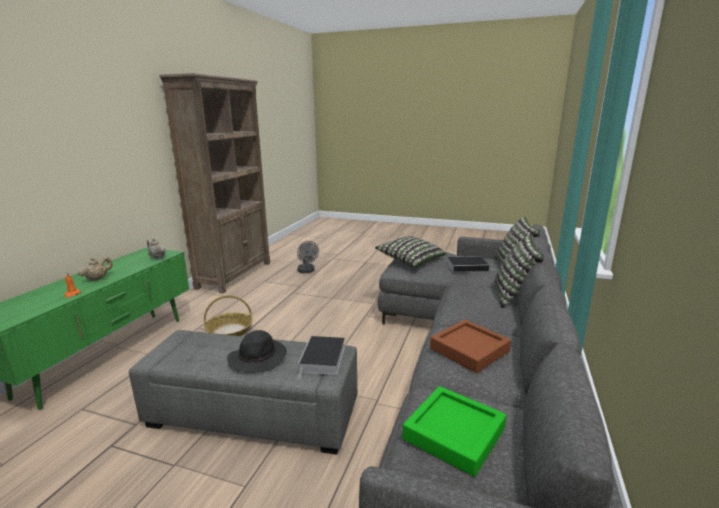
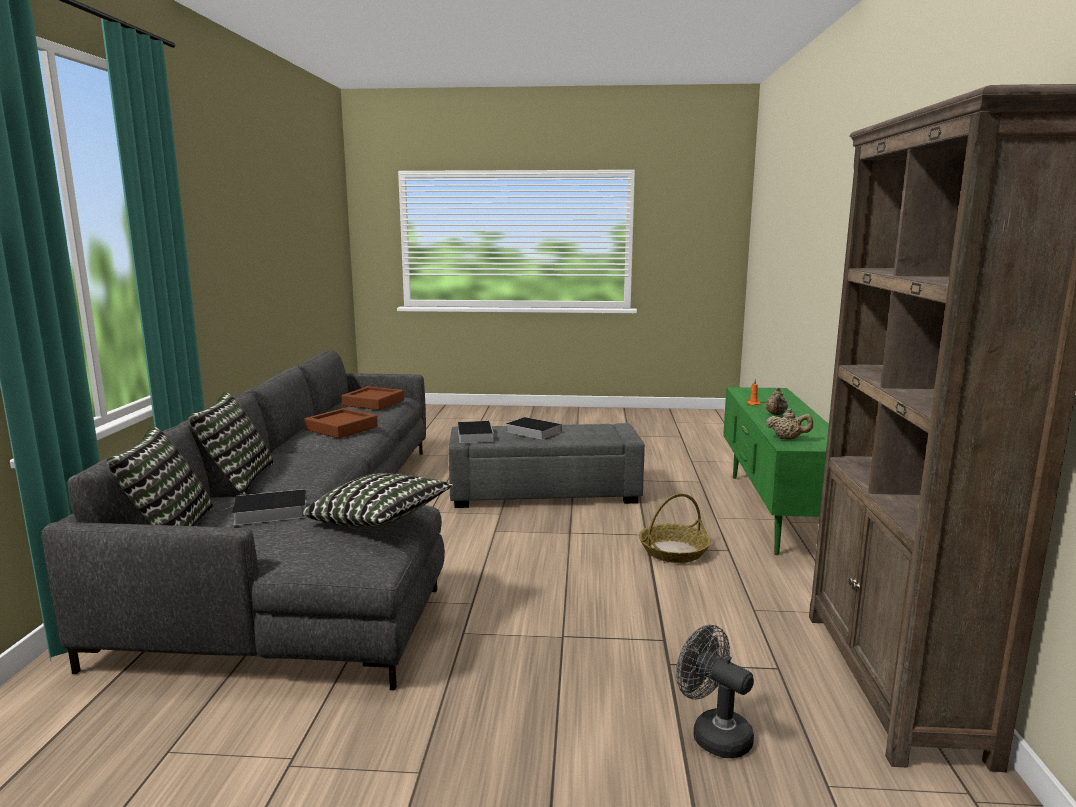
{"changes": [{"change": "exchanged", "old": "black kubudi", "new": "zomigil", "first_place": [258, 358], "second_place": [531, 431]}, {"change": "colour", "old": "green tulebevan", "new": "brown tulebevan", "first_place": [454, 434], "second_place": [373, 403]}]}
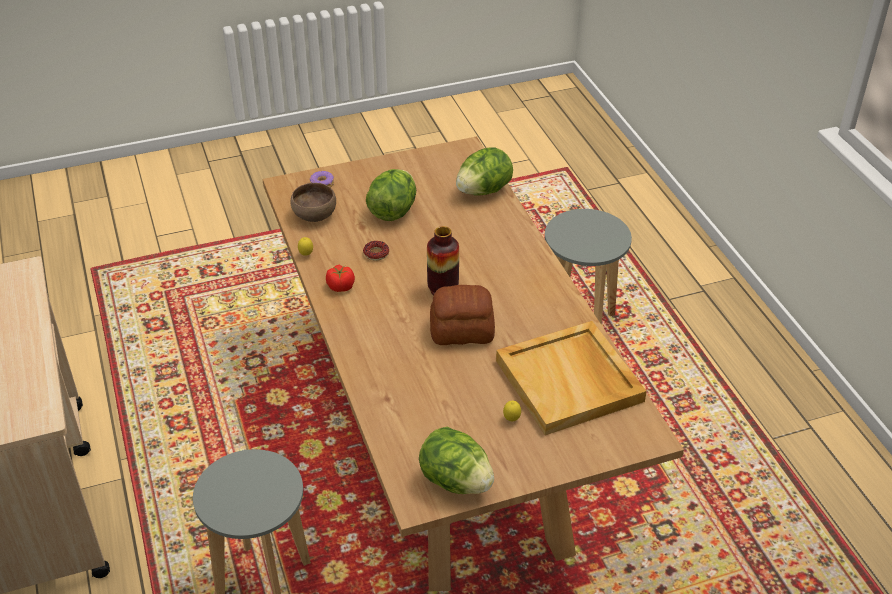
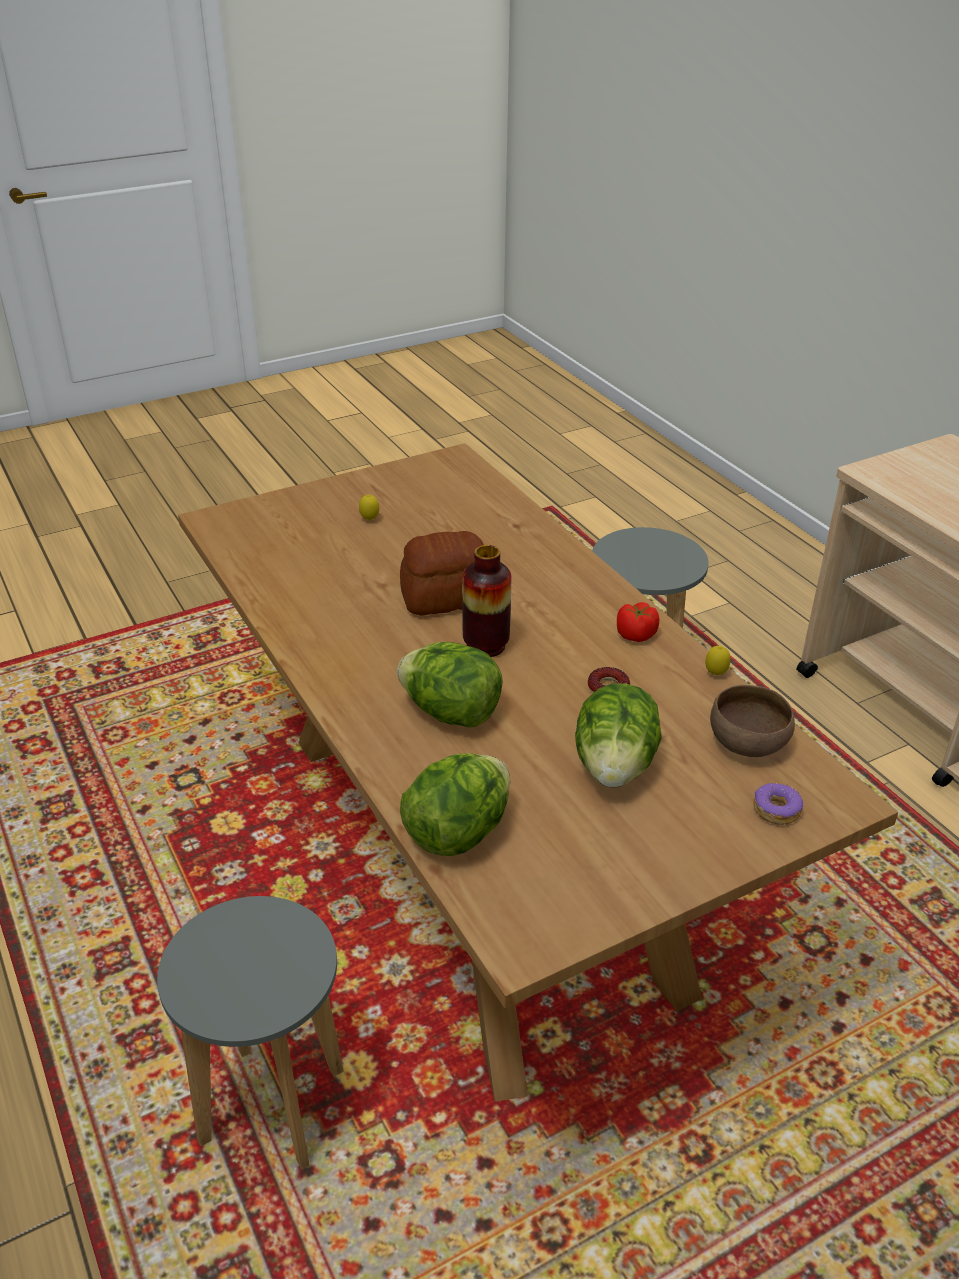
{"changes": [{"change": "missing", "old": "beige tulebevan", "first_place": [570, 381]}, {"change": "relocated", "old": "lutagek", "first_place": [455, 481], "second_place": [451, 713]}]}
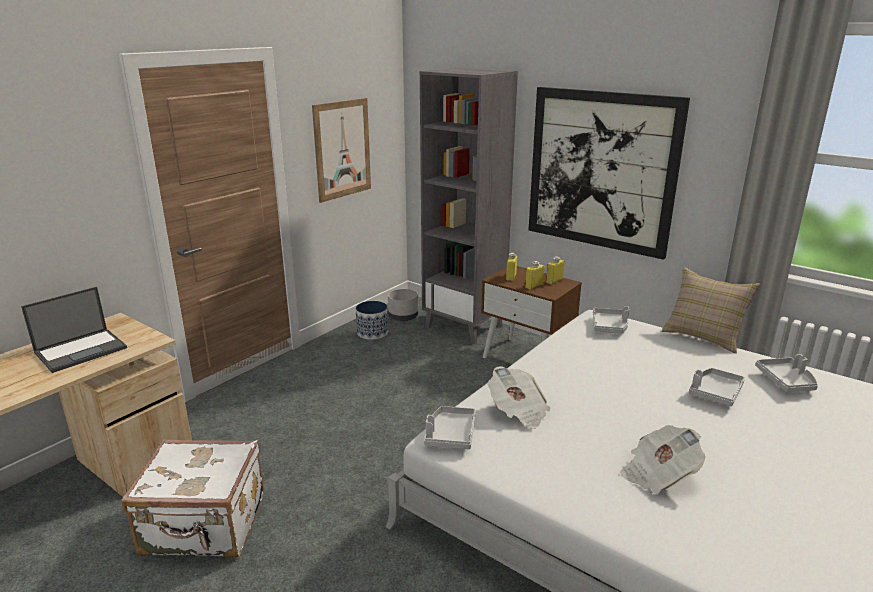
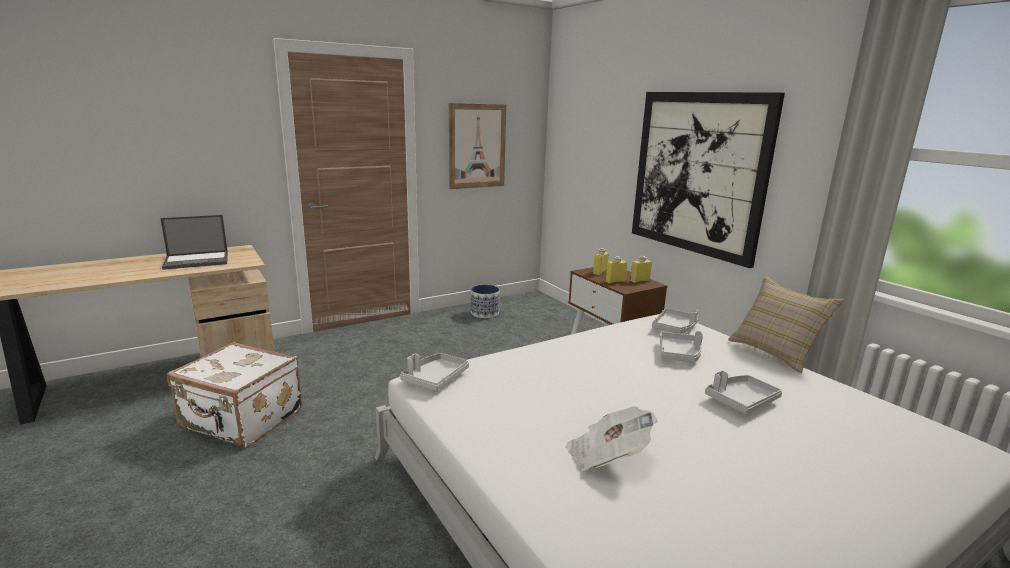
{"changes": [{"change": "missing", "old": "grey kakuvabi", "first_place": [464, 326]}, {"change": "missing", "old": "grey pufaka", "first_place": [403, 316]}, {"change": "relocated", "old": "grey tulebevan", "first_place": [786, 381], "second_place": [679, 354]}, {"change": "missing", "old": "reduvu", "first_place": [518, 411]}]}
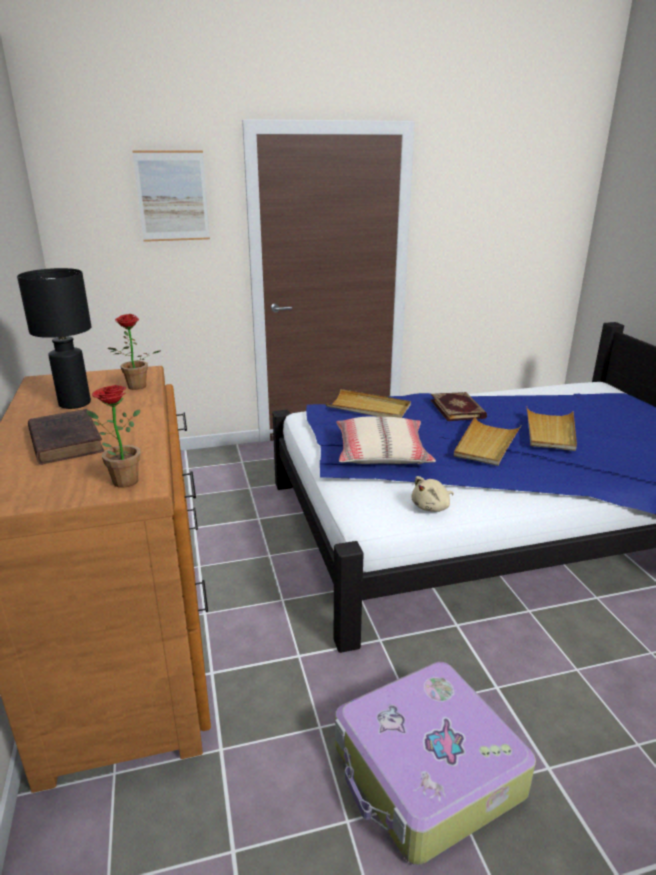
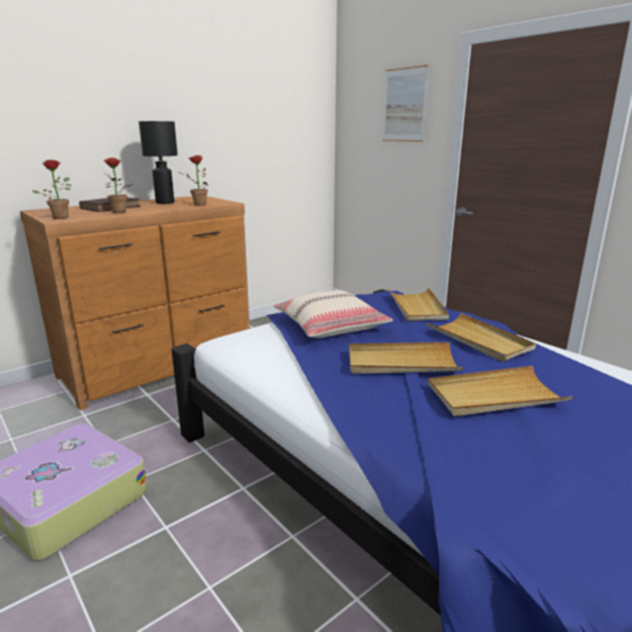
{"changes": [{"change": "exchanged", "old": "zomigil", "new": "beige tulebevan", "first_place": [458, 409], "second_place": [479, 340]}, {"change": "missing", "old": "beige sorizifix", "first_place": [432, 507]}, {"change": "appeared", "new": "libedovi", "second_place": [120, 212]}]}
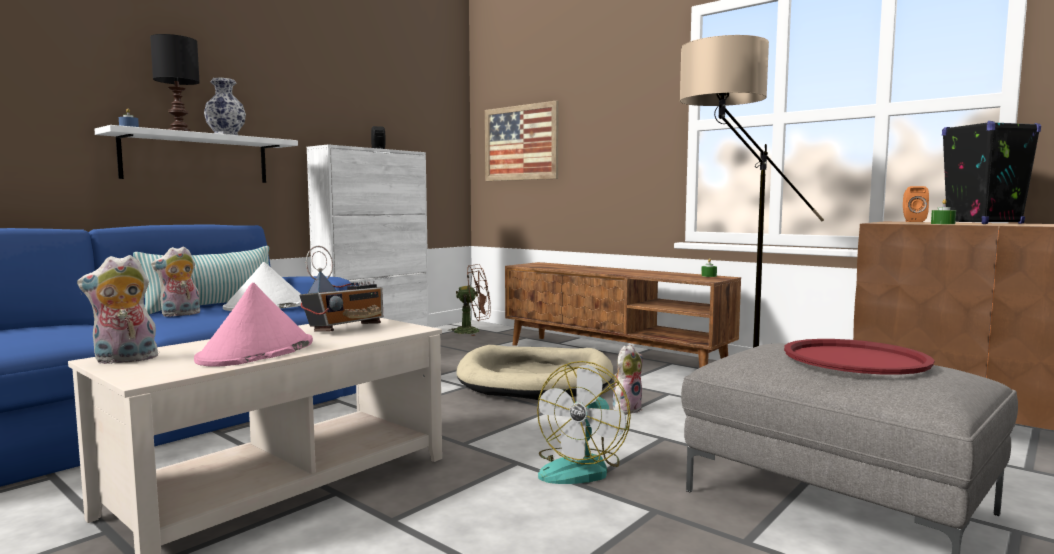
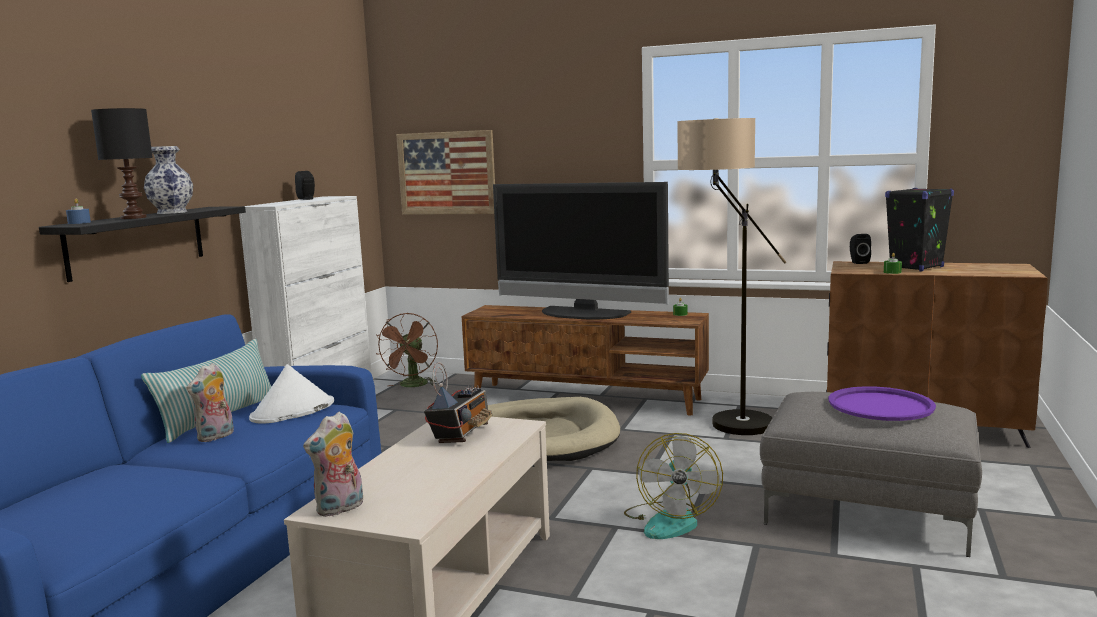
{"changes": [{"change": "colour", "old": "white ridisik", "new": "black ridisik", "first_place": [196, 158], "second_place": [137, 241]}, {"change": "colour", "old": "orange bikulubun", "new": "black bikulubun", "first_place": [912, 221], "second_place": [858, 262]}, {"change": "spun", "old": "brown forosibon", "first_place": [473, 331], "second_place": [412, 386], "degrees": 120}, {"change": "missing", "old": "pink kubudi", "first_place": [257, 352]}, {"change": "colour", "old": "red tulebevan", "new": "purple tulebevan", "first_place": [855, 359], "second_place": [880, 405]}, {"change": "missing", "old": "sorizifix", "first_place": [626, 409]}, {"change": "appeared", "new": "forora", "second_place": [582, 314]}]}
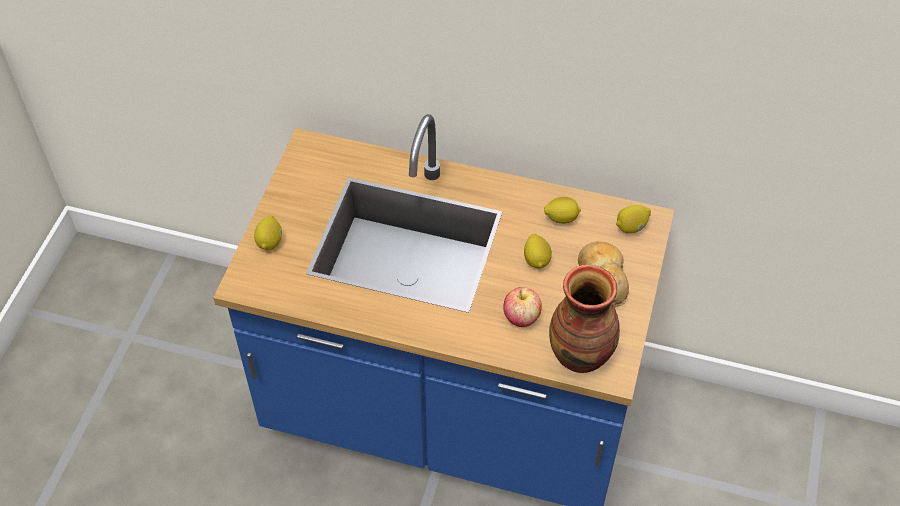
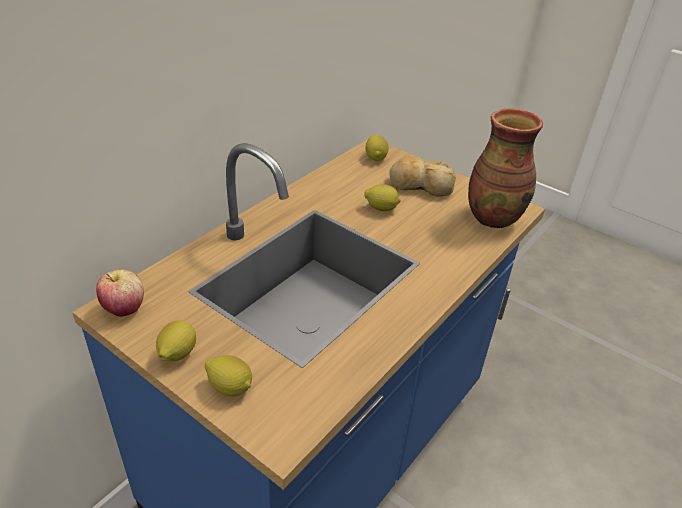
{"changes": [{"change": "relocated", "old": "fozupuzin", "first_place": [561, 218], "second_place": [177, 354]}, {"change": "relocated", "old": "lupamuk", "first_place": [521, 317], "second_place": [124, 308]}]}
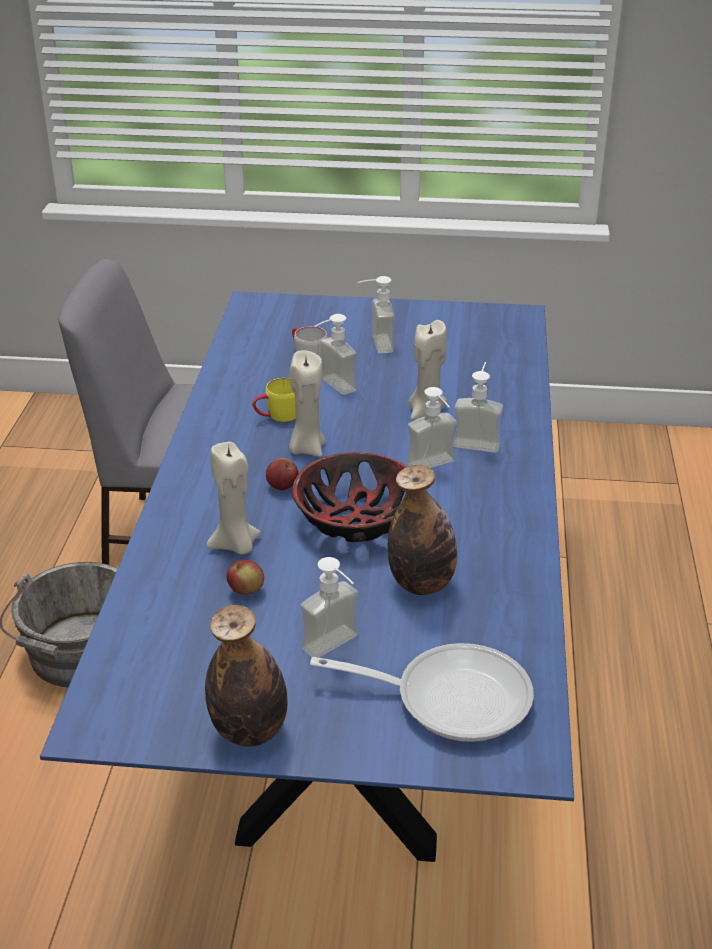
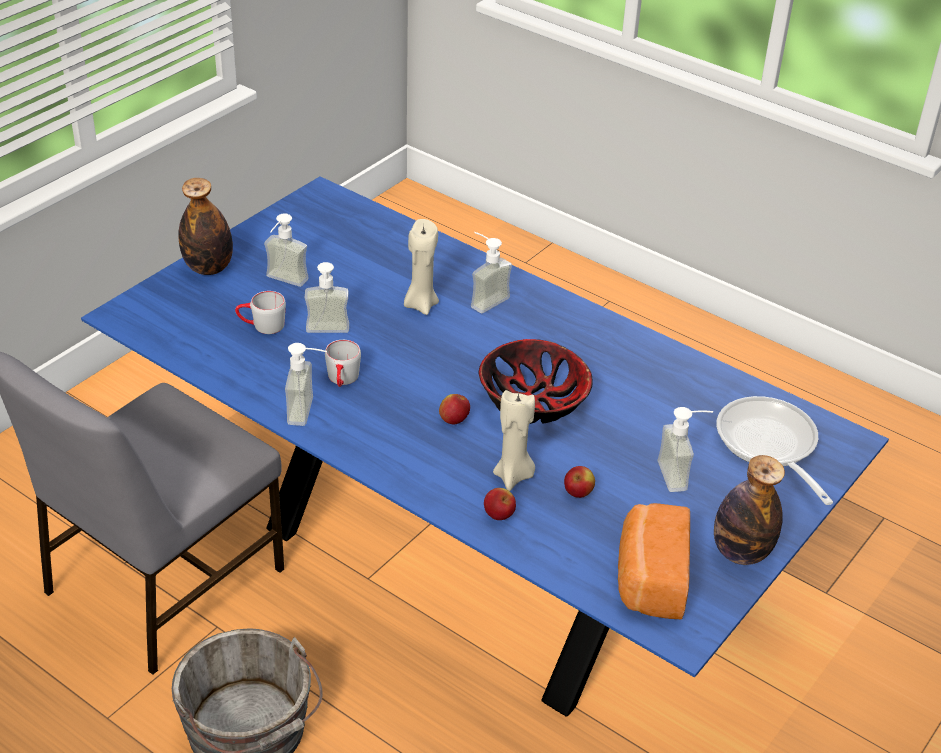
{"changes": [{"change": "missing", "old": "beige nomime", "first_place": [306, 448]}, {"change": "colour", "old": "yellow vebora", "new": "grey vebora", "first_place": [277, 416], "second_place": [342, 380]}, {"change": "relocated", "old": "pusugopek", "first_place": [435, 467], "second_place": [310, 412]}, {"change": "relocated", "old": "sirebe", "first_place": [422, 584], "second_place": [208, 268]}, {"change": "spun", "old": "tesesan", "first_place": [450, 698], "second_place": [769, 446], "degrees": -60}, {"change": "appeared", "new": "lupamuk", "second_place": [499, 515]}, {"change": "appeared", "new": "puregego", "second_place": [649, 579]}]}
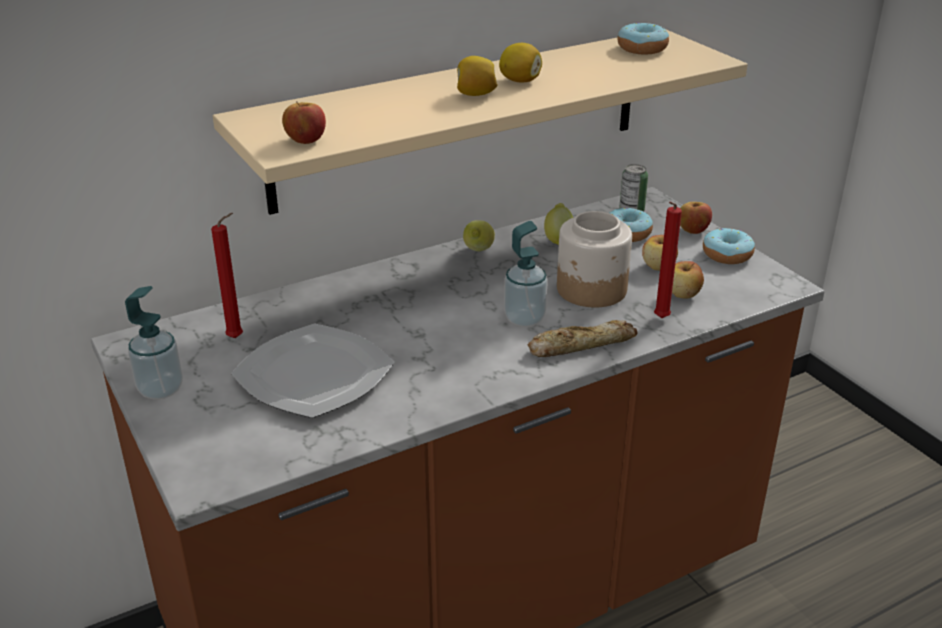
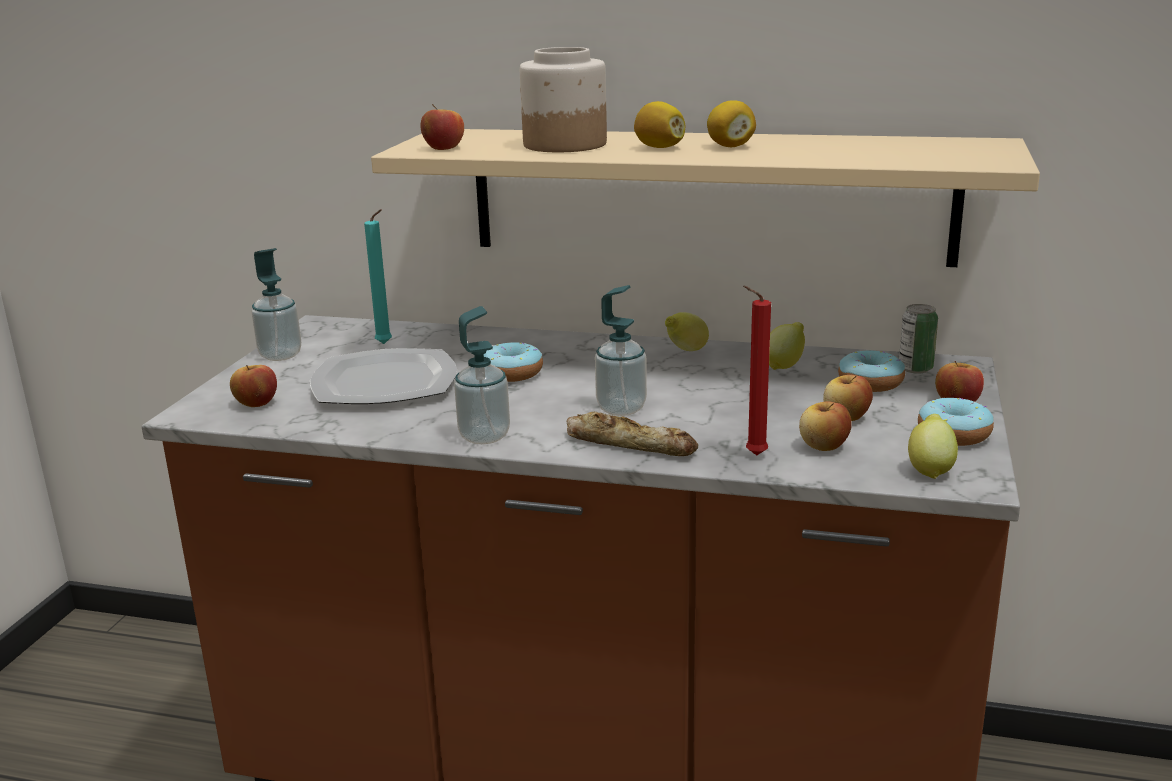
{"changes": [{"change": "relocated", "old": "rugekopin", "first_place": [642, 48], "second_place": [512, 373]}, {"change": "relocated", "old": "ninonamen", "first_place": [591, 290], "second_place": [564, 145]}, {"change": "colour", "old": "red nomime", "new": "turquoise nomime", "first_place": [238, 338], "second_place": [386, 344]}, {"change": "appeared", "new": "pusugopek", "second_place": [484, 436]}, {"change": "appeared", "new": "lupamuk", "second_place": [256, 403]}, {"change": "appeared", "new": "fozupuzin", "second_place": [930, 470]}]}
